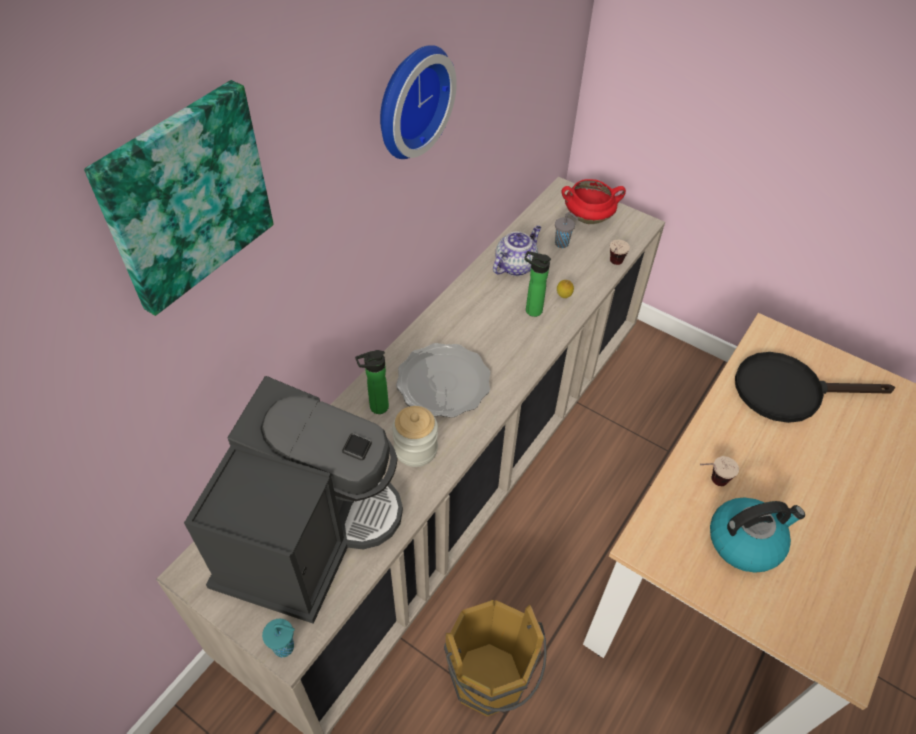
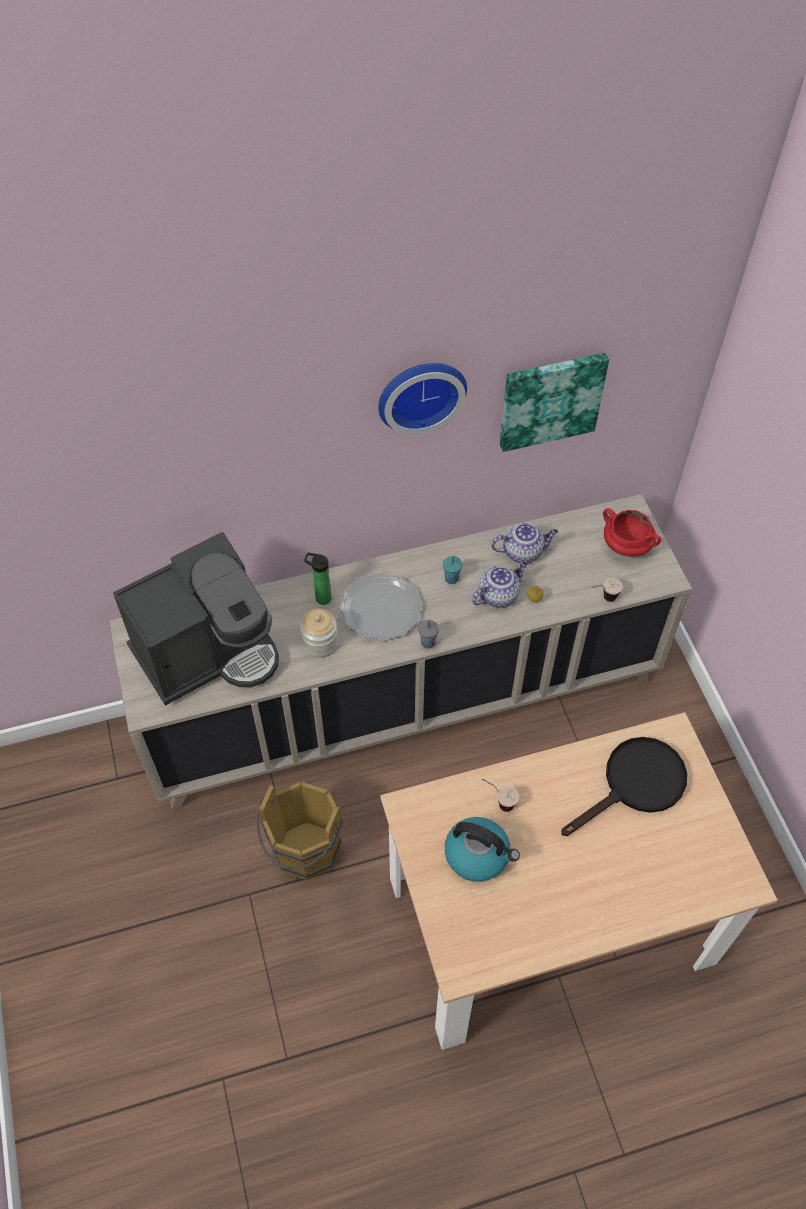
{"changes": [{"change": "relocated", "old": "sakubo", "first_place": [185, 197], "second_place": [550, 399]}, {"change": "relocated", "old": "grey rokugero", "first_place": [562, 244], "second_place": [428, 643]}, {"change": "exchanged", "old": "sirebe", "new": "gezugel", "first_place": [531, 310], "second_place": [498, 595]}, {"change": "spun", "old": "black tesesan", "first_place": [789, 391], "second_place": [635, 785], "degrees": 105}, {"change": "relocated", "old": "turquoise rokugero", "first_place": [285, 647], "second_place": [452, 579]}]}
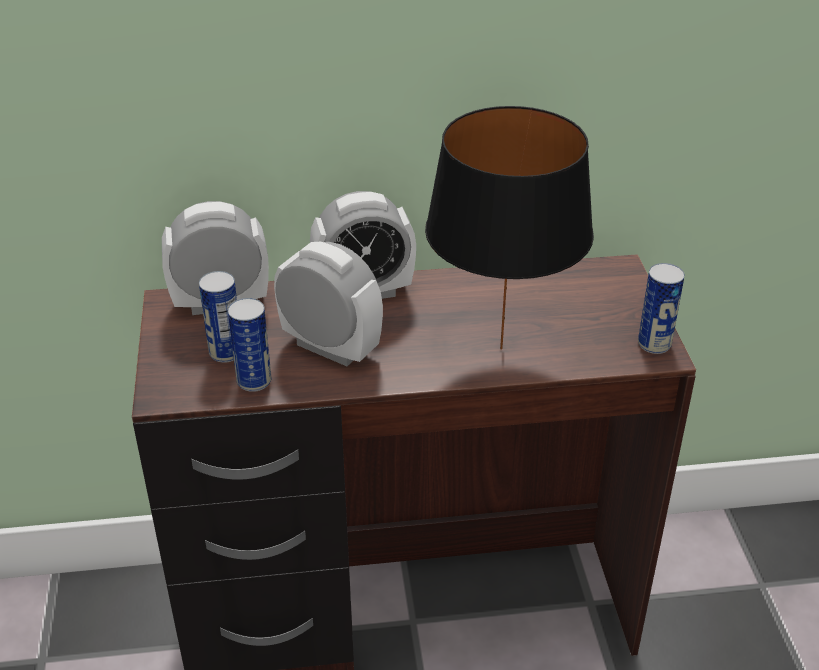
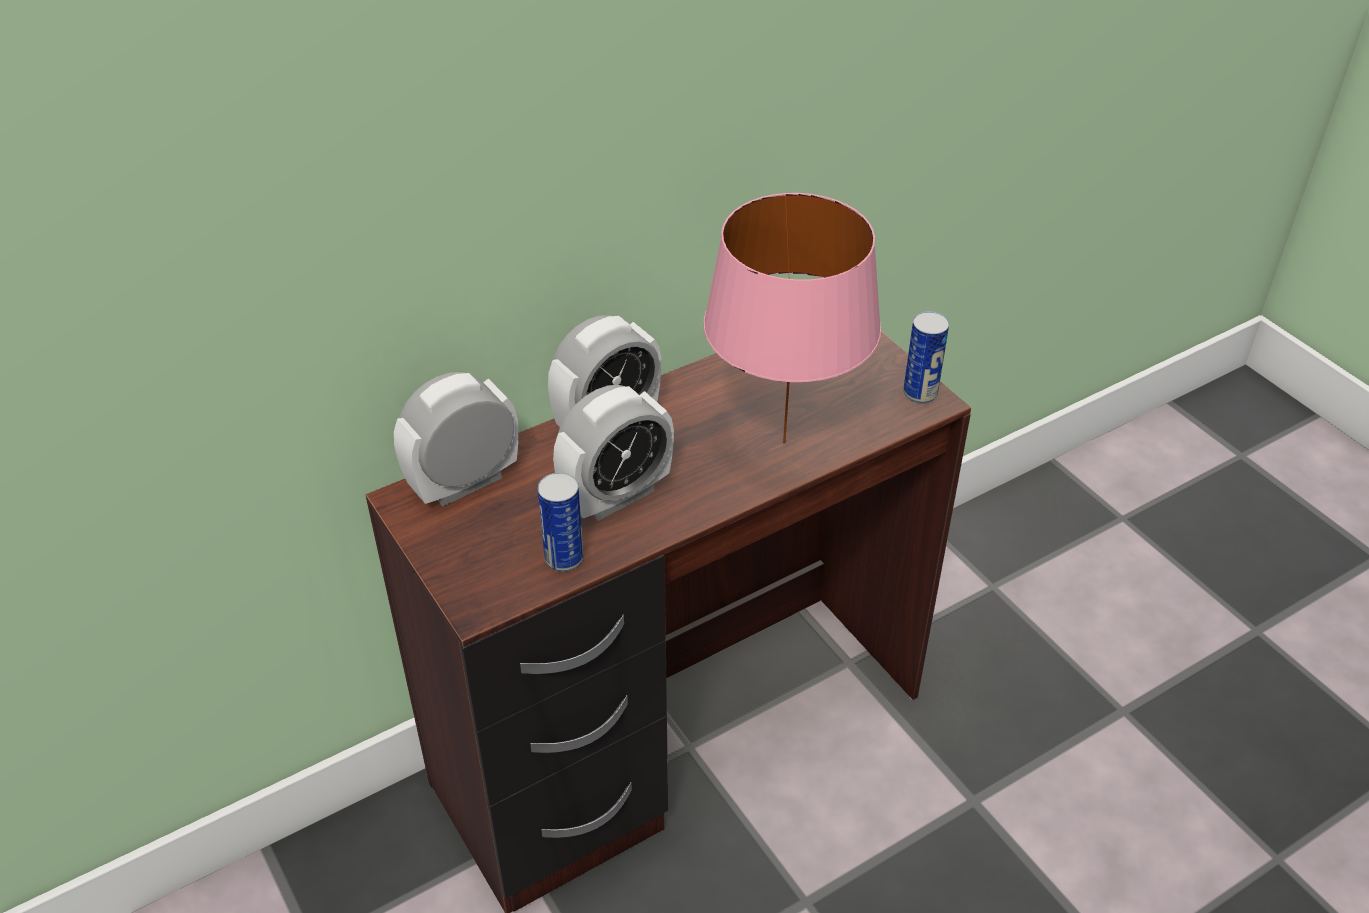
{"changes": [{"change": "colour", "old": "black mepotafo", "new": "pink mepotafo", "first_place": [503, 348], "second_place": [785, 442]}, {"change": "spun", "old": "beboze", "first_place": [330, 347], "second_place": [616, 496], "degrees": 135}, {"change": "missing", "old": "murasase", "first_place": [226, 352]}]}
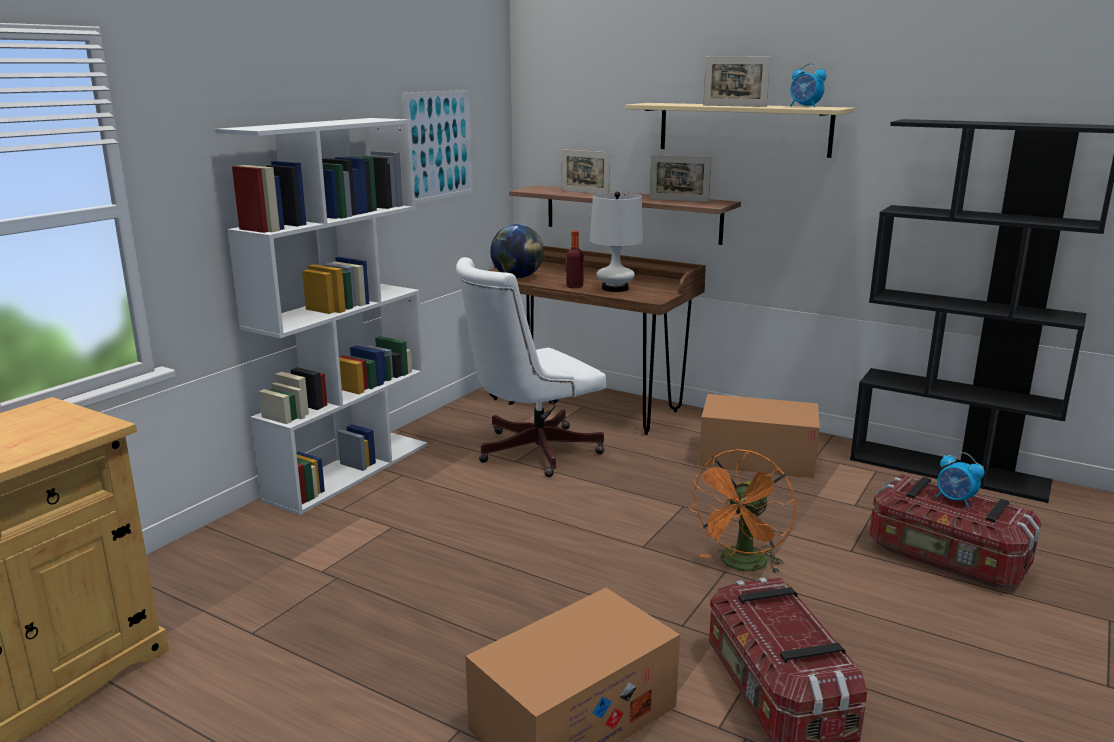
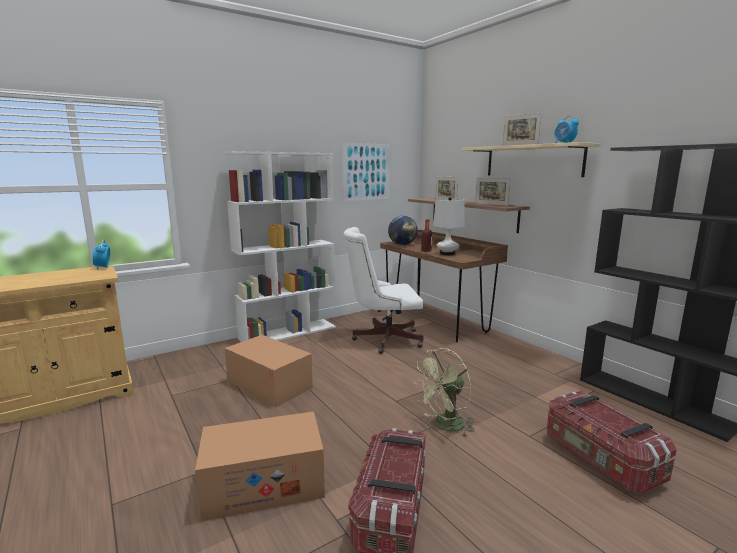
{"changes": [{"change": "relocated", "old": "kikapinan", "first_place": [756, 458], "second_place": [269, 384]}, {"change": "colour", "old": "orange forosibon", "new": "green forosibon", "first_place": [741, 566], "second_place": [445, 426]}, {"change": "relocated", "old": "beboze", "first_place": [955, 500], "second_place": [103, 268]}]}
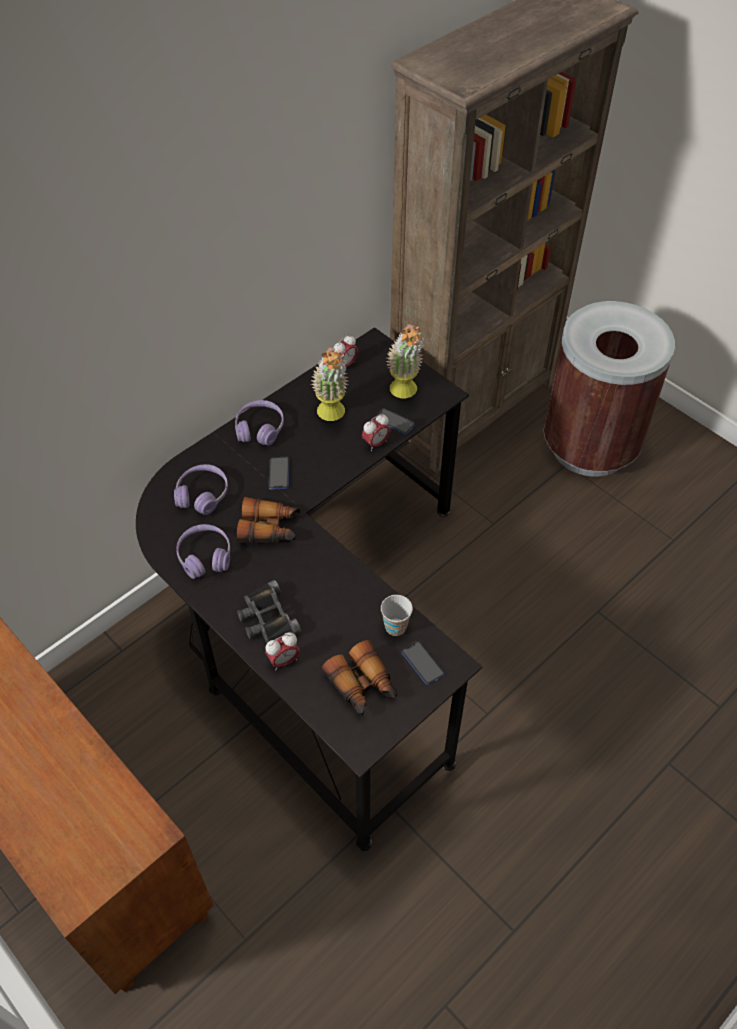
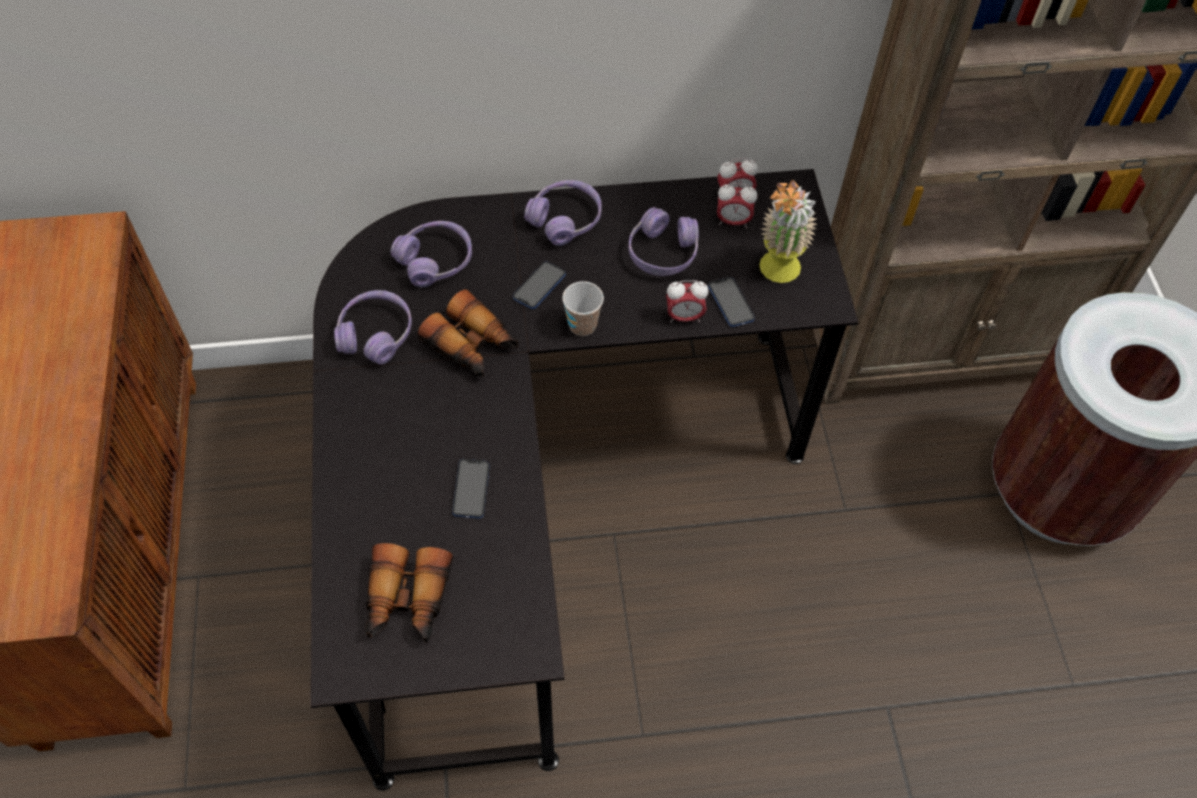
{"changes": [{"change": "exchanged", "old": "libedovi", "new": "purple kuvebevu", "first_place": [333, 416], "second_place": [662, 252]}, {"change": "missing", "old": "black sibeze", "first_place": [267, 618]}, {"change": "relocated", "old": "rokugero", "first_place": [395, 627], "second_place": [582, 325]}, {"change": "relocated", "old": "beboze", "first_place": [283, 661], "second_place": [733, 222]}, {"change": "relocated", "old": "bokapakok", "first_place": [422, 663], "second_place": [471, 489]}]}
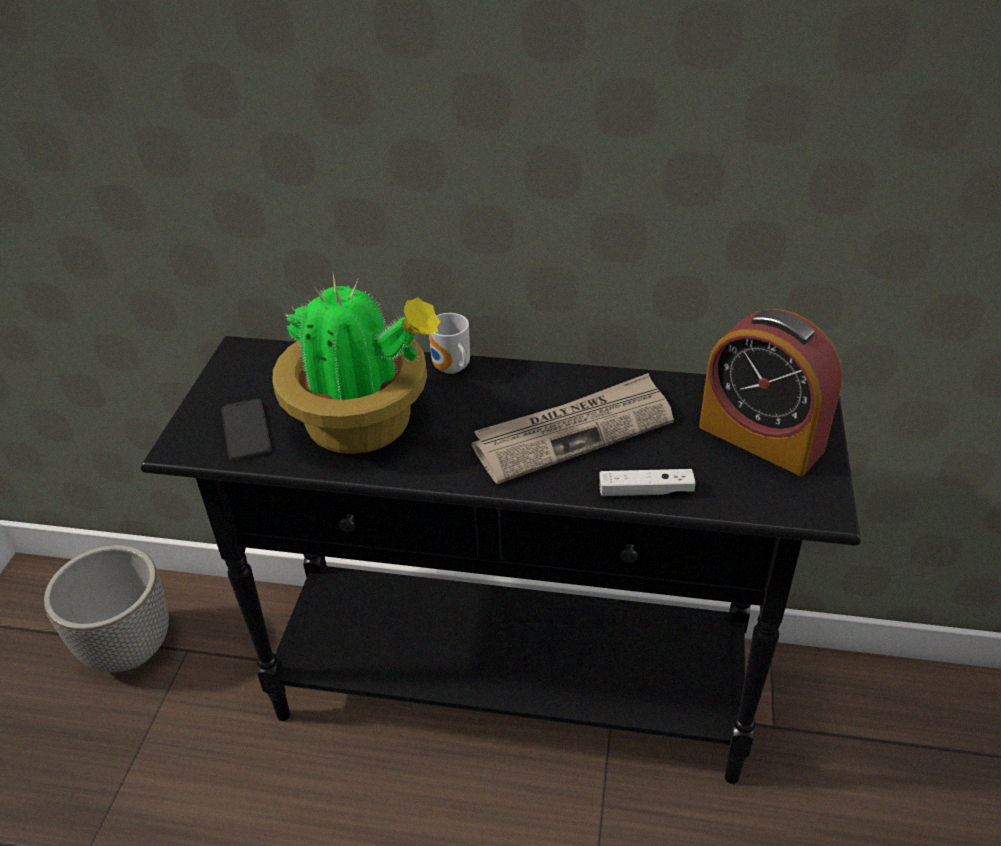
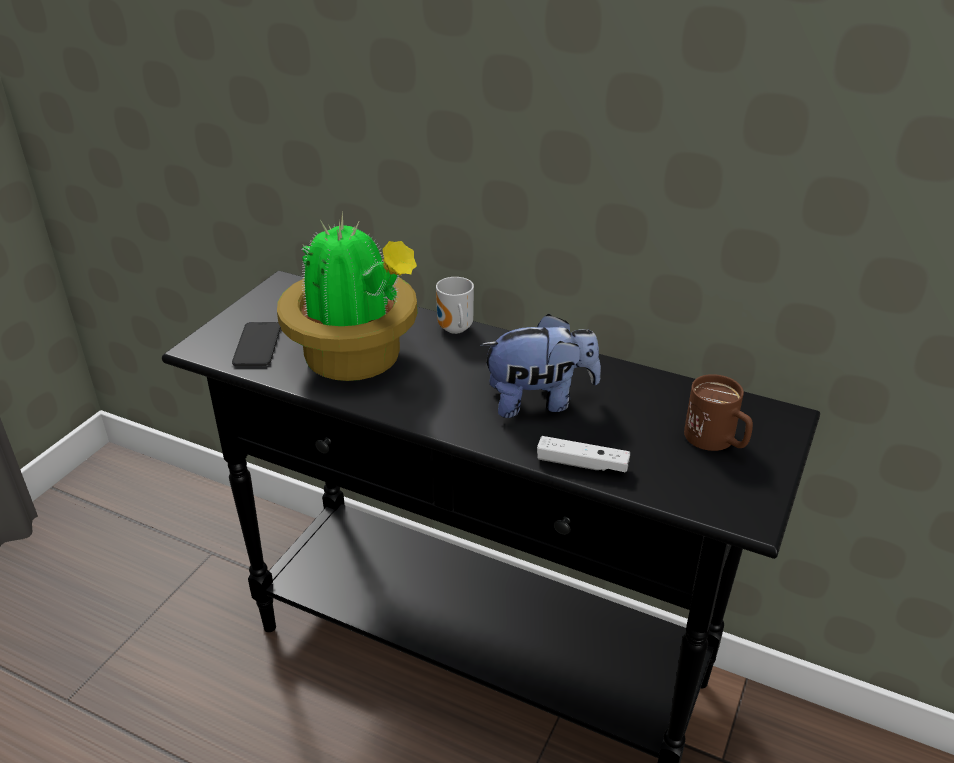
{"changes": [{"change": "exchanged", "old": "beboze", "new": "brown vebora", "first_place": [761, 438], "second_place": [717, 441]}, {"change": "exchanged", "old": "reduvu", "new": "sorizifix", "first_place": [574, 432], "second_place": [539, 401]}, {"change": "missing", "old": "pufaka", "first_place": [130, 648]}]}
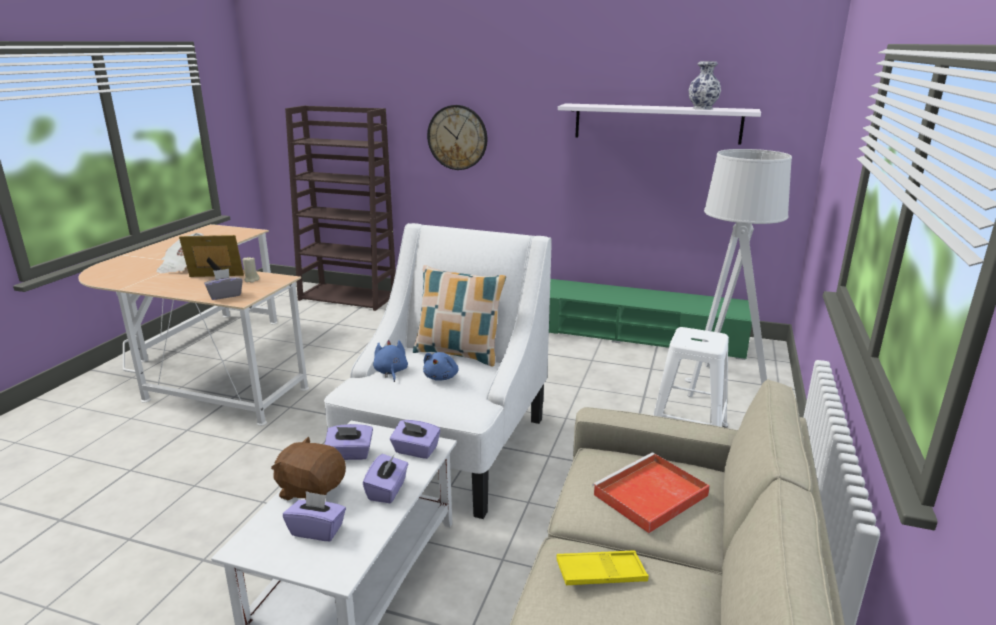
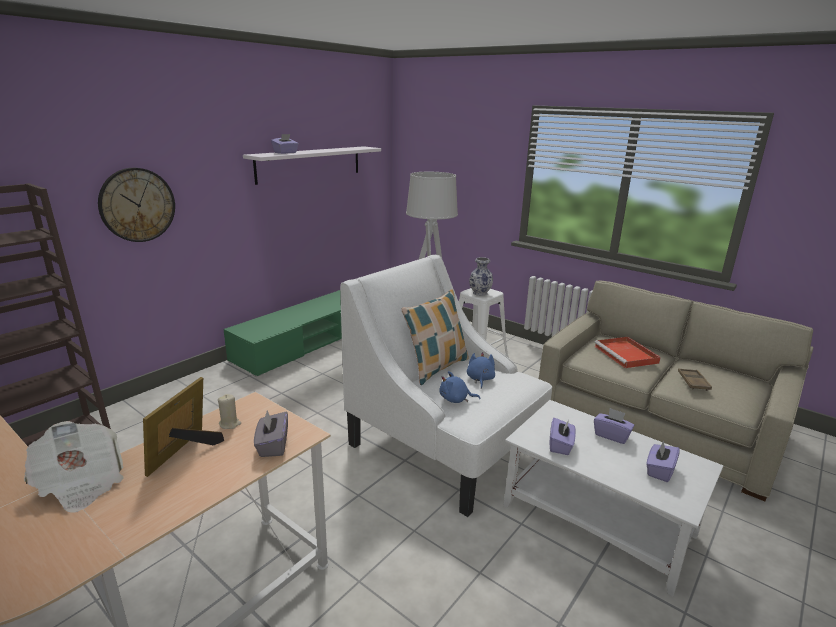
{"changes": [{"change": "relocated", "old": "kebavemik", "first_place": [702, 108], "second_place": [479, 293]}, {"change": "spun", "old": "blue sorizifix", "first_place": [441, 377], "second_place": [480, 379], "degrees": -120}, {"change": "relocated", "old": "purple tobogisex", "first_place": [415, 450], "second_place": [285, 153]}, {"change": "missing", "old": "brown sorizifix", "first_place": [311, 490]}, {"change": "colour", "old": "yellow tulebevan", "new": "brown tulebevan", "first_place": [601, 573], "second_place": [693, 382]}]}
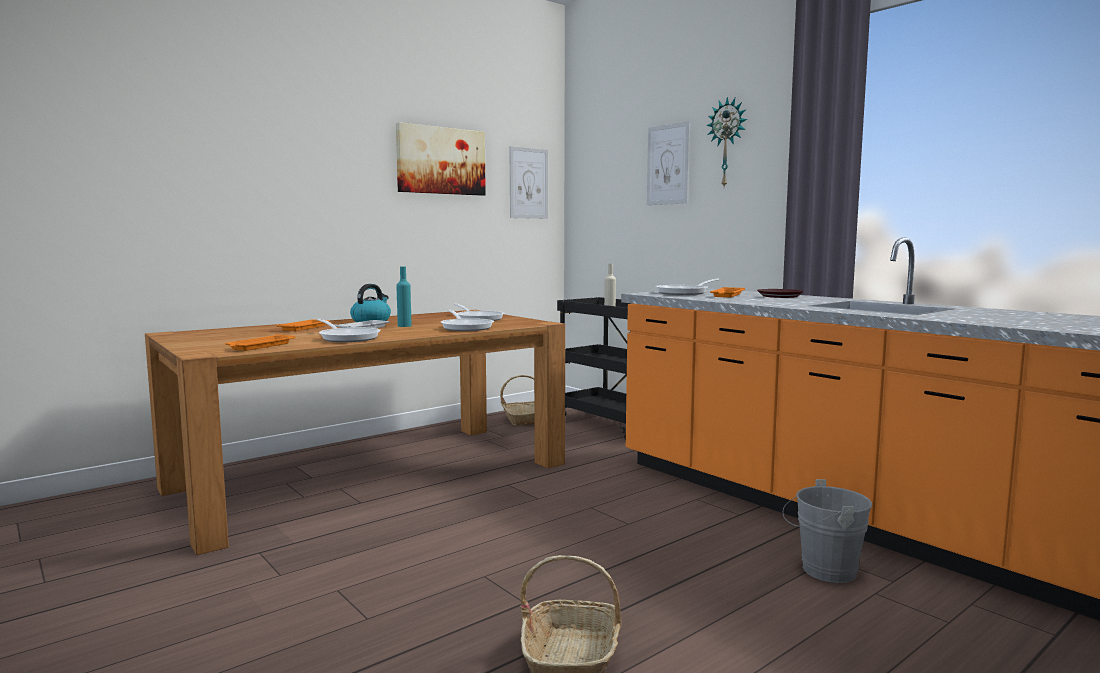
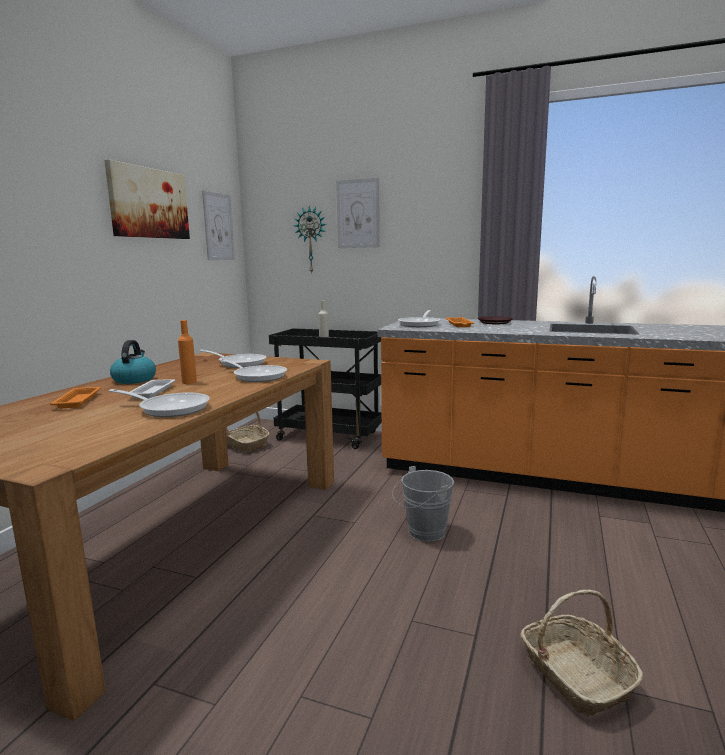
{"changes": [{"change": "relocated", "old": "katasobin", "first_place": [728, 143], "second_place": [311, 240]}, {"change": "colour", "old": "turquoise sirebe", "new": "orange sirebe", "first_place": [404, 326], "second_place": [189, 382]}, {"change": "missing", "old": "orange tulebevan", "first_place": [260, 346]}, {"change": "relocated", "old": "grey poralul", "first_place": [823, 570], "second_place": [423, 532]}]}
